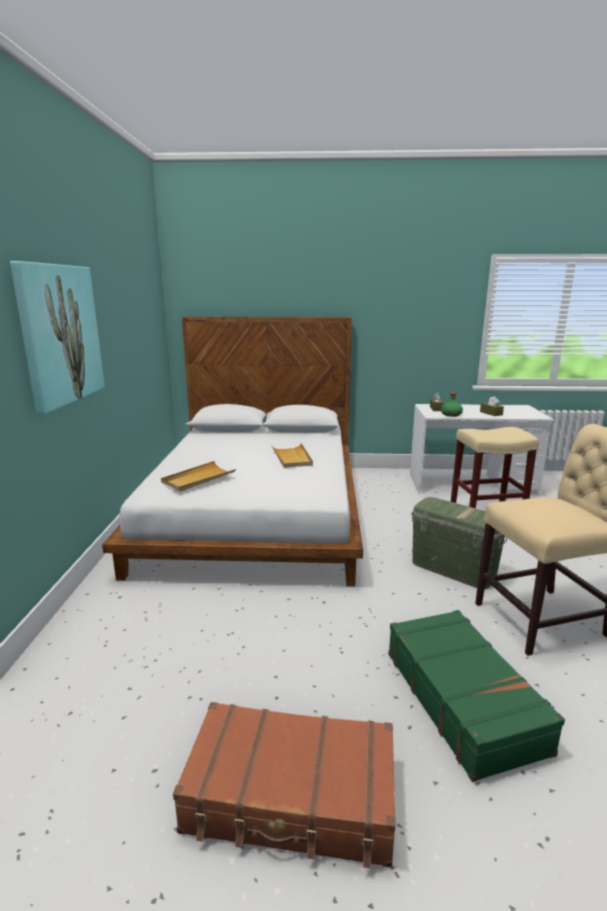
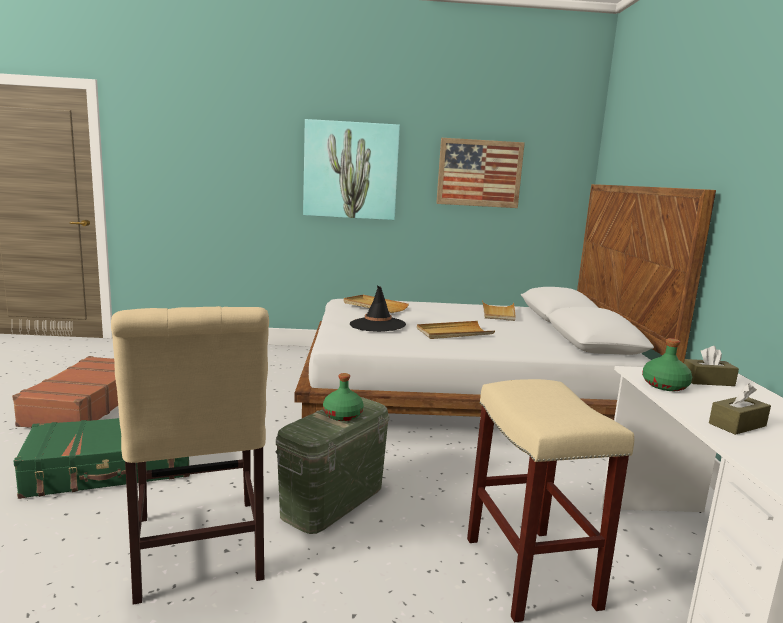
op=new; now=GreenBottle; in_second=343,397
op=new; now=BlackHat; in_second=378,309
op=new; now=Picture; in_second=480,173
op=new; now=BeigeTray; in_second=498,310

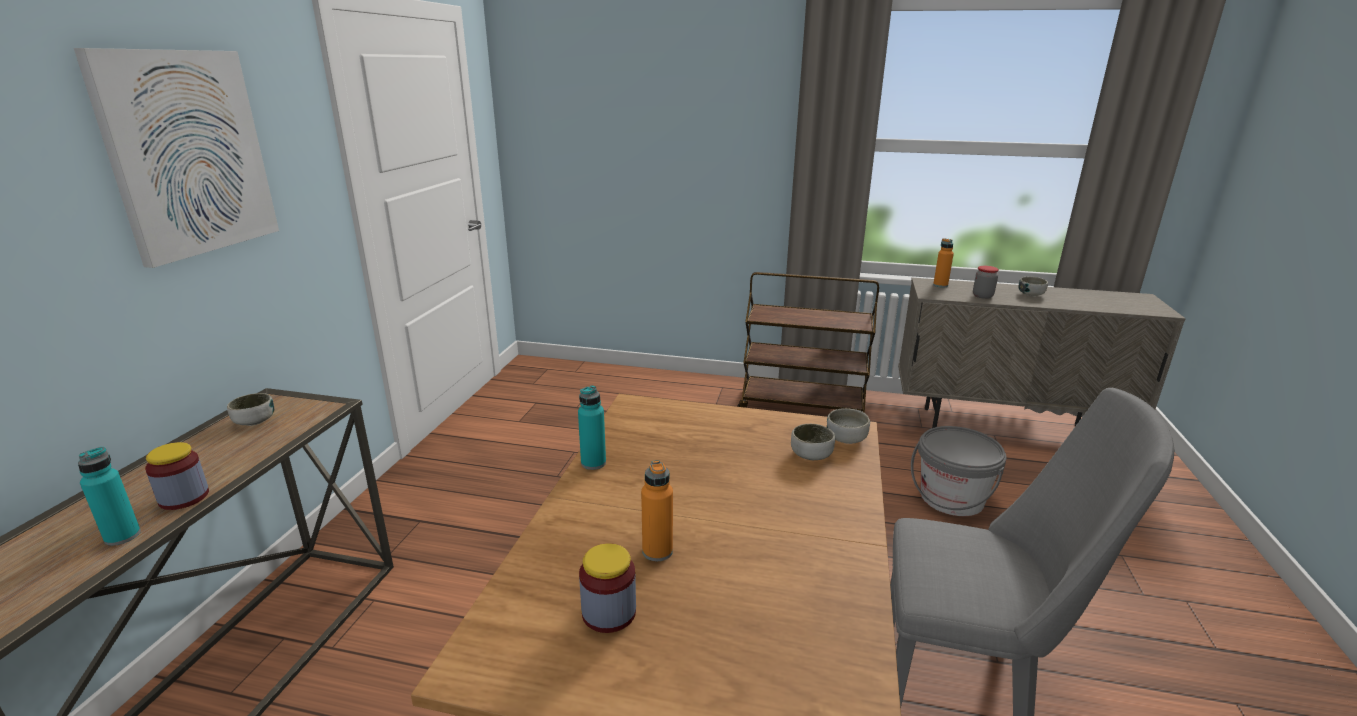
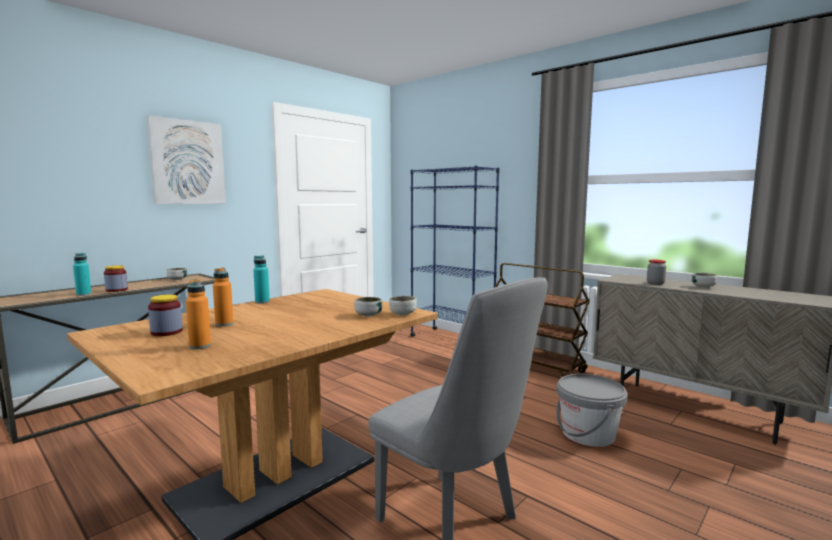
op=new; now=BlueBookcase; in_second=454,251
op=shifted; was=OrangeBottle; in_first=943,263; in_second=198,314

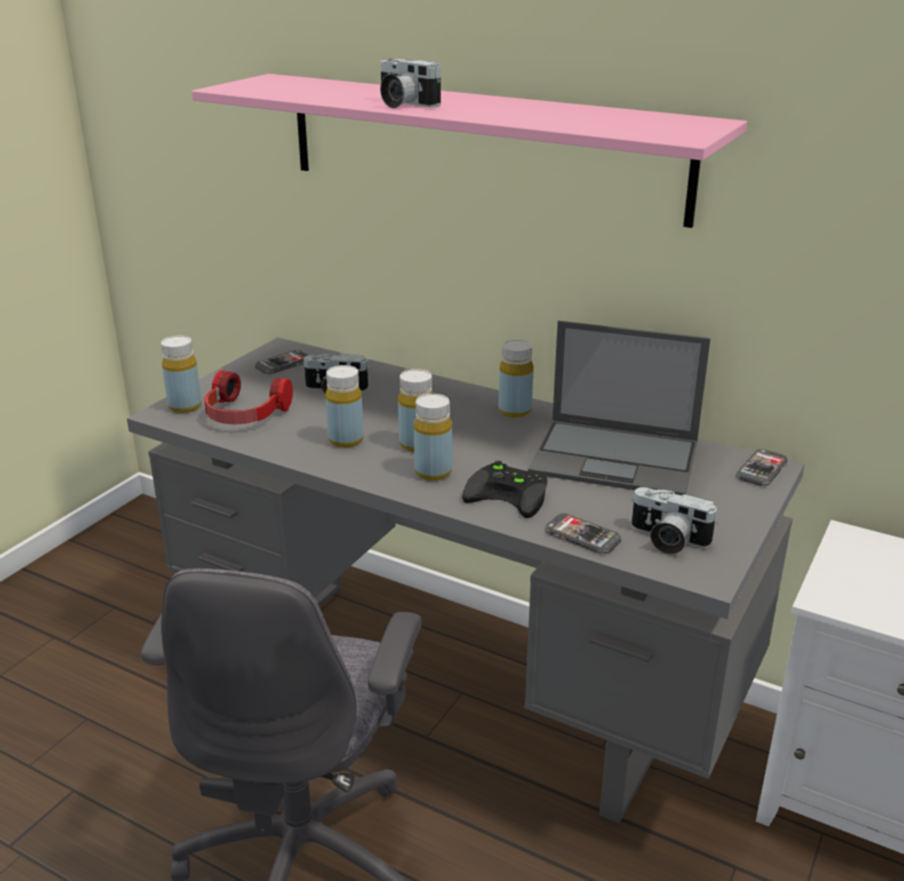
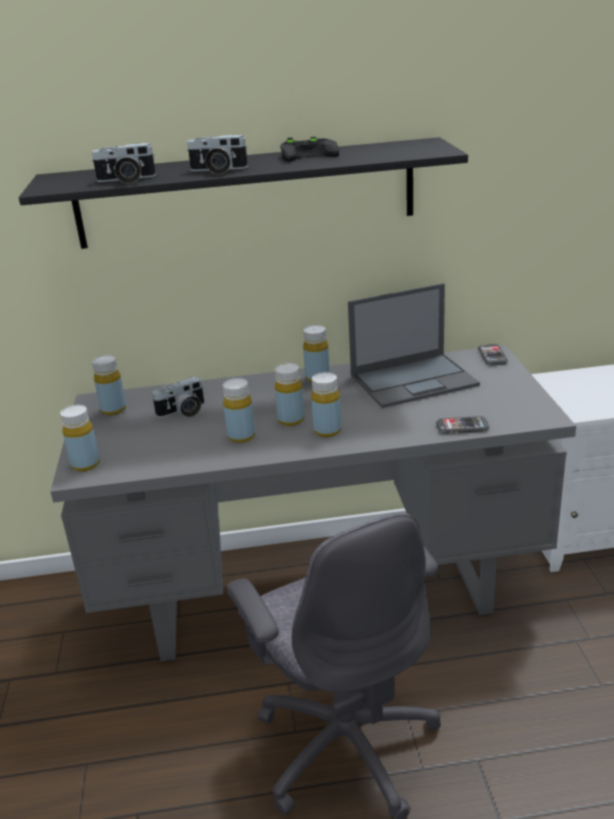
op=gone; was=Headphones; in_first=249,397
op=shifted; was=BlackGameController; in_first=504,489; in_second=309,149
op=shifted; was=PhotoCamera; in_first=674,521; in_second=123,163
op=swapped; was=Phone; now=YellowBottle; in_first=282,362; in_second=109,385
op=repainted; was=PinkShelf; now=BlackShelf; in_first=469,151; in_second=243,193

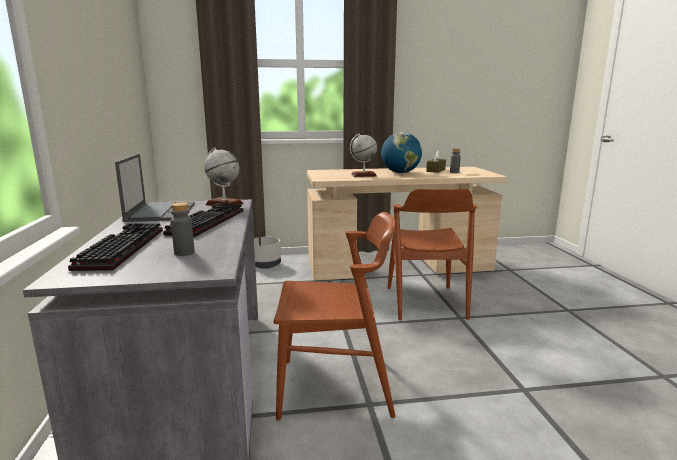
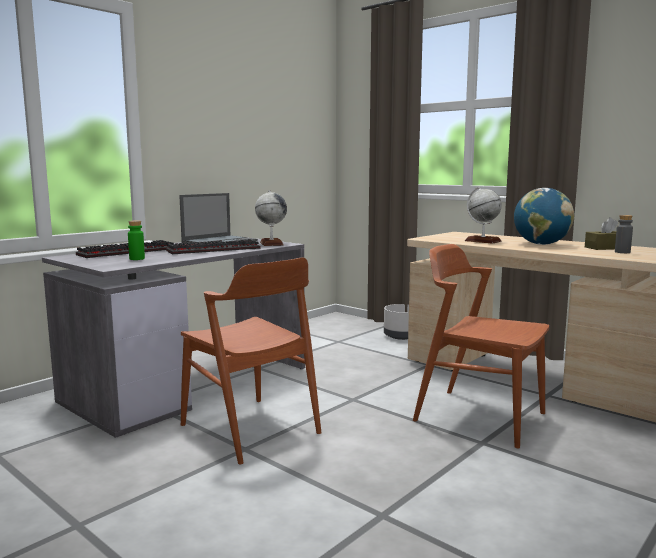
op=repainted; was=GreyBottle; now=GreenBottle; in_first=183,229; in_second=136,240
op=rotated; was=BrownChair; in_first=432,255; in_second=481,346; clockwise=75

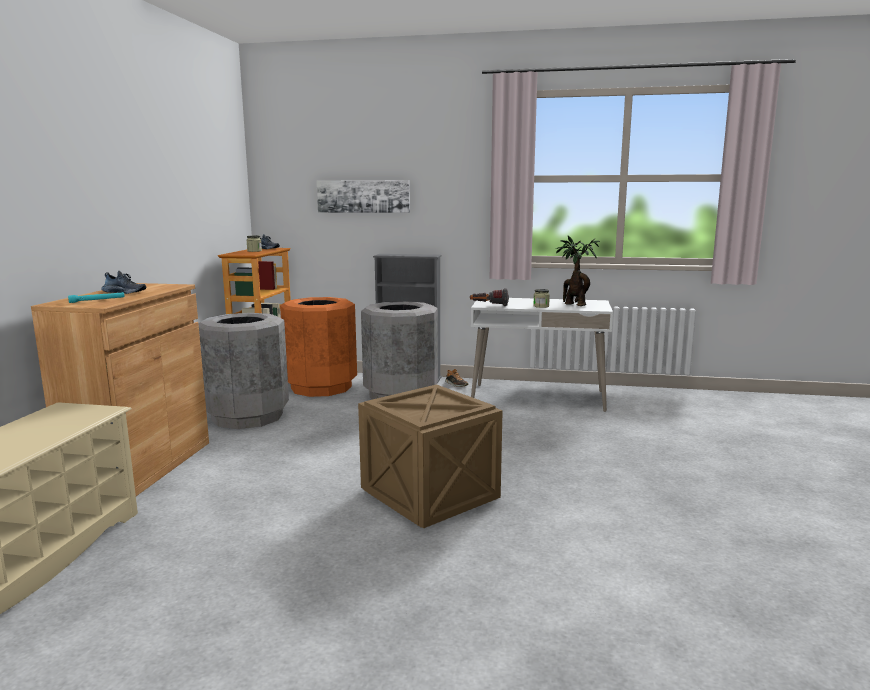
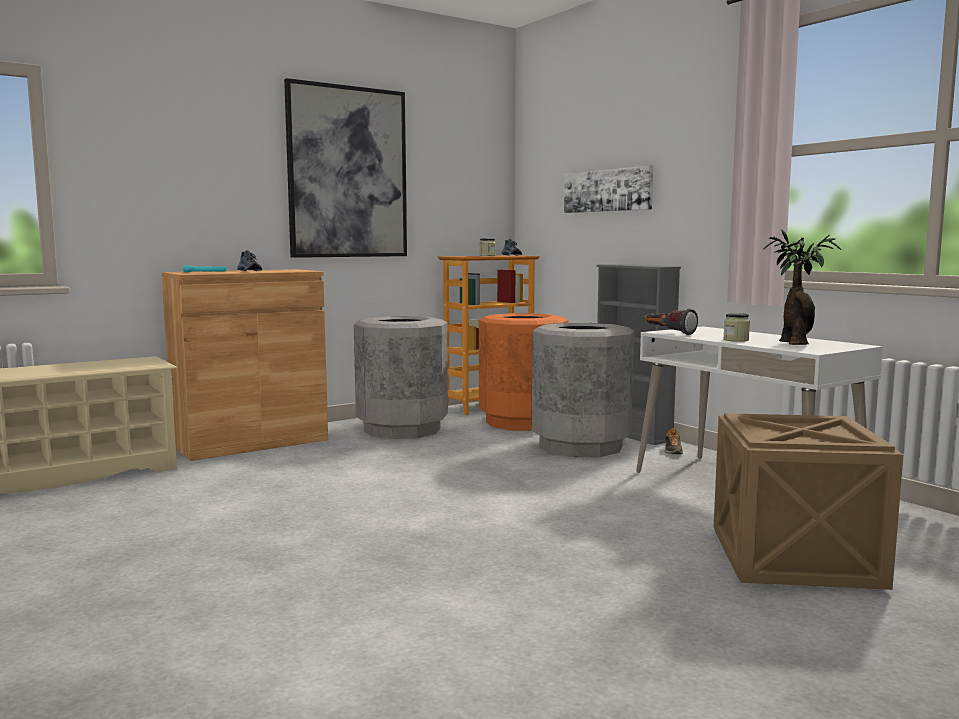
op=new; now=Picture; in_second=345,168
op=shifted; was=Crate; in_first=430,456; in_second=808,501

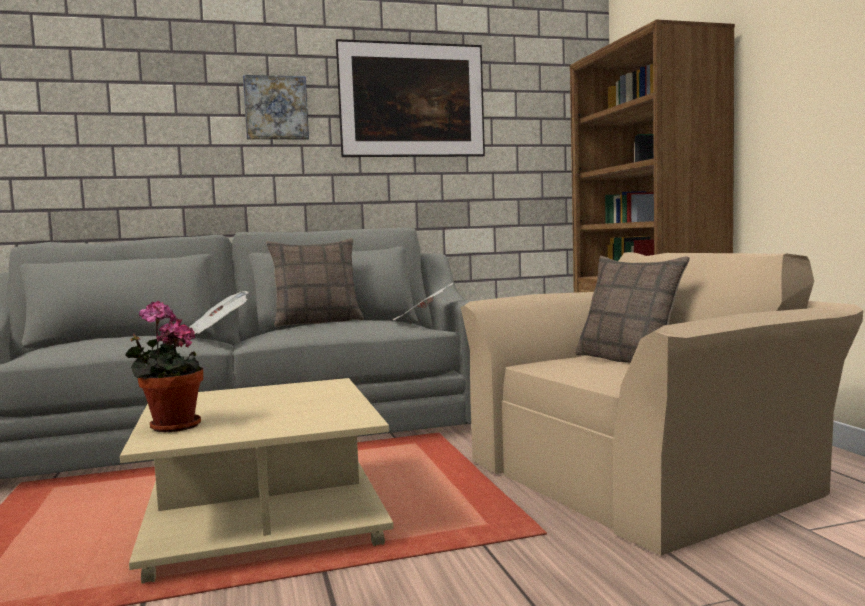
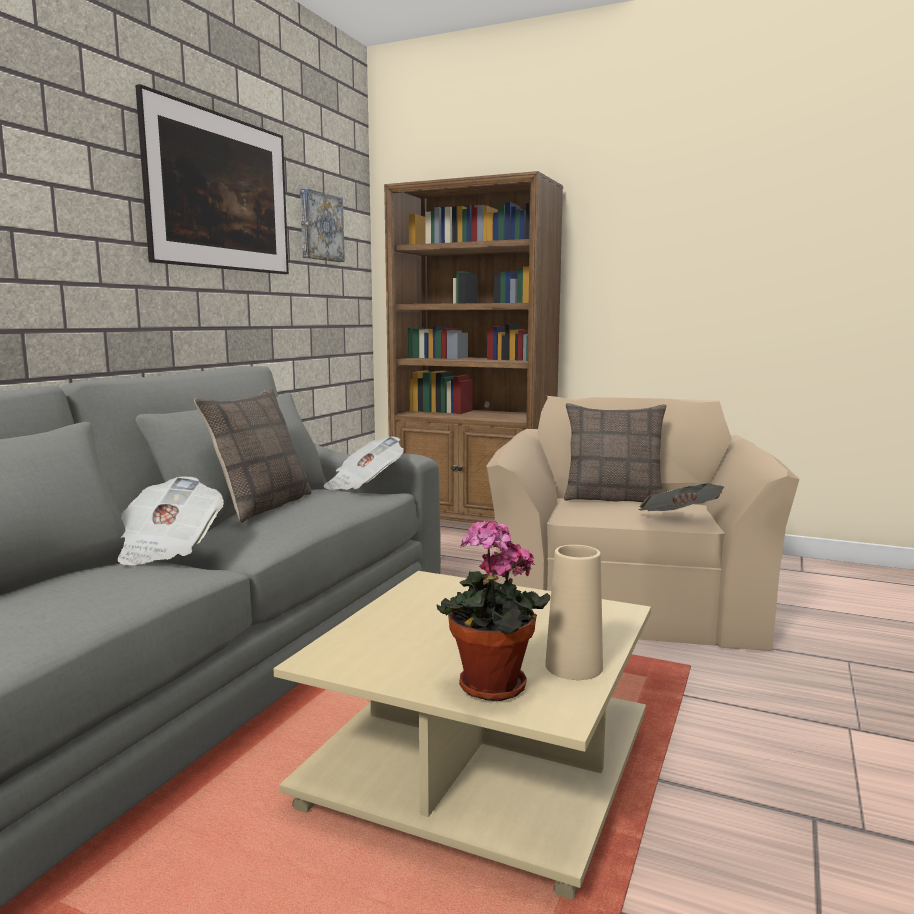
op=new; now=BeigeVase; in_second=574,612
op=new; now=Newspaper; in_second=681,497
op=shifted; was=Picture; in_first=276,107; in_second=322,225

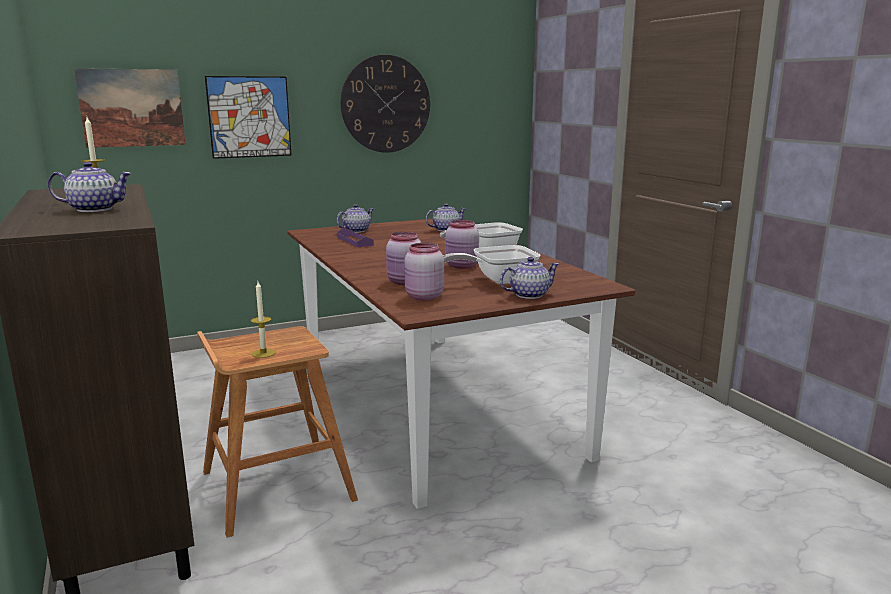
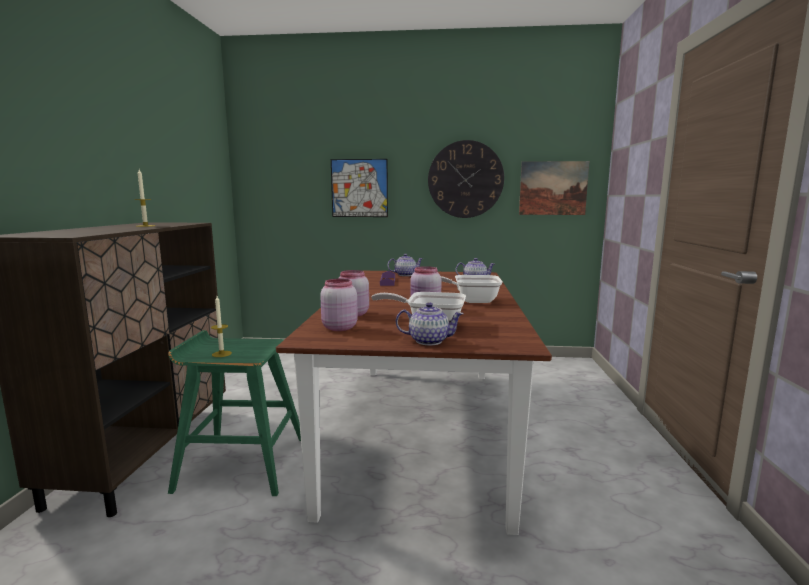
op=gone; was=Teapot; in_first=90,187
op=shifted; was=Picture; in_first=130,108; in_second=554,188
op=repainted; was=BrownStool; now=GreenStool; in_first=277,432; in_second=234,413

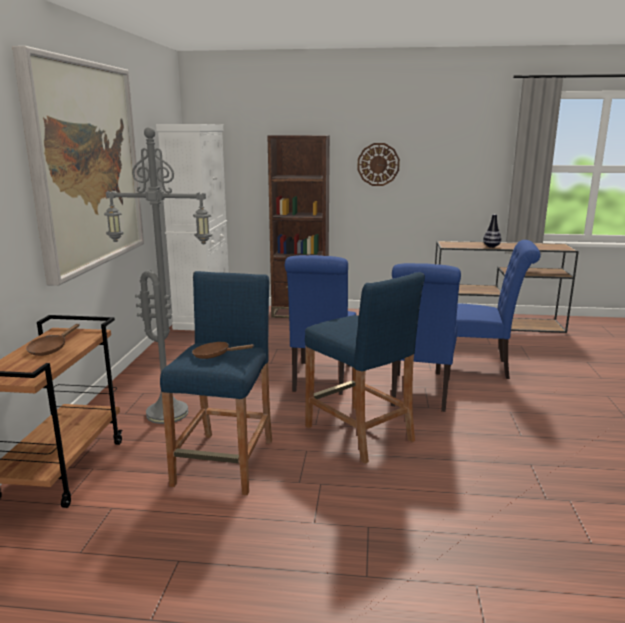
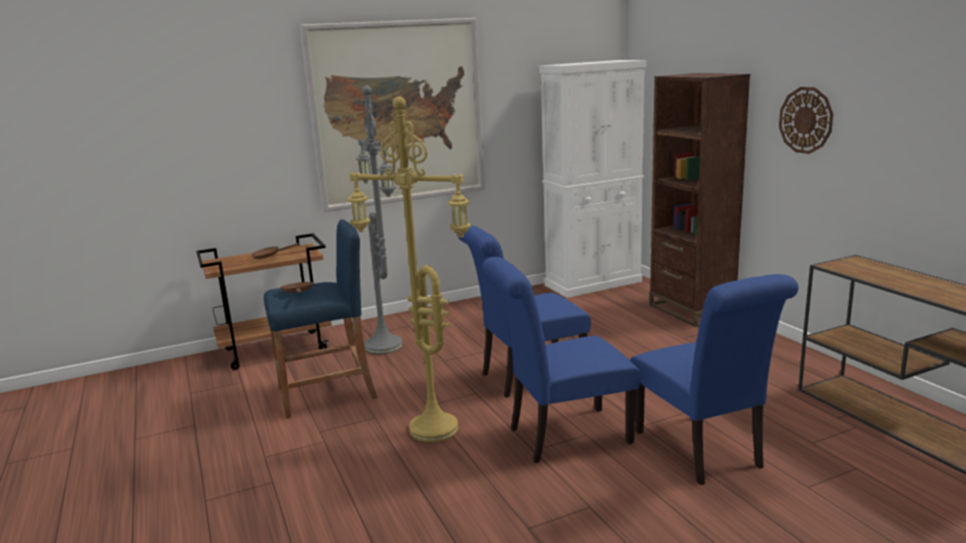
op=gone; was=Vase; in_first=492,231
op=swapped; was=BlueStool; now=YellowFloorLamp; in_first=365,368; in_second=409,269

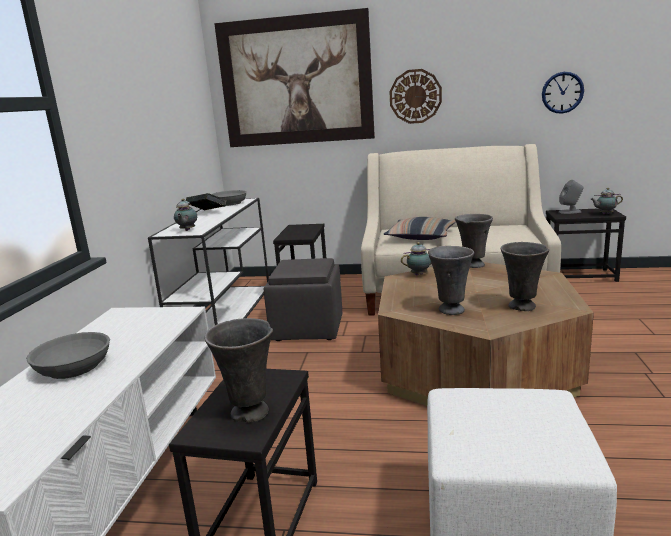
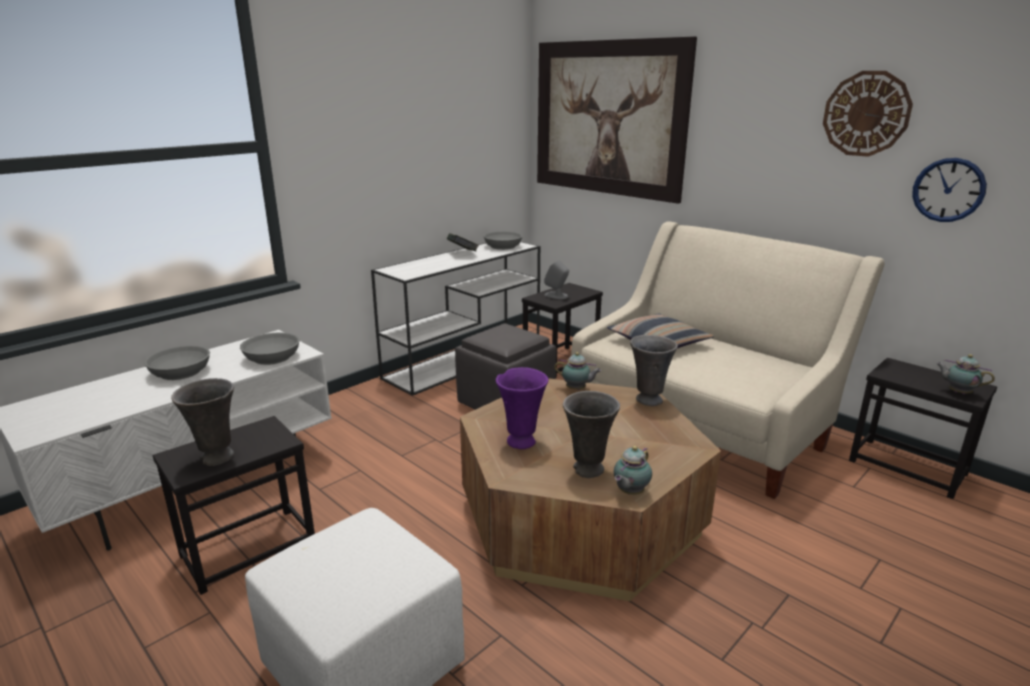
op=new; now=GreyBowl; in_second=270,349
op=shifted; was=Teapot; in_first=185,215; in_second=633,470
op=shifted; was=WallClock; in_first=415,96; in_second=868,114
op=shifted; was=GreySpeaker; in_first=571,197; in_second=556,279
op=repainted; was=GreyVase; now=PurpleVase; in_first=451,280; in_second=522,408

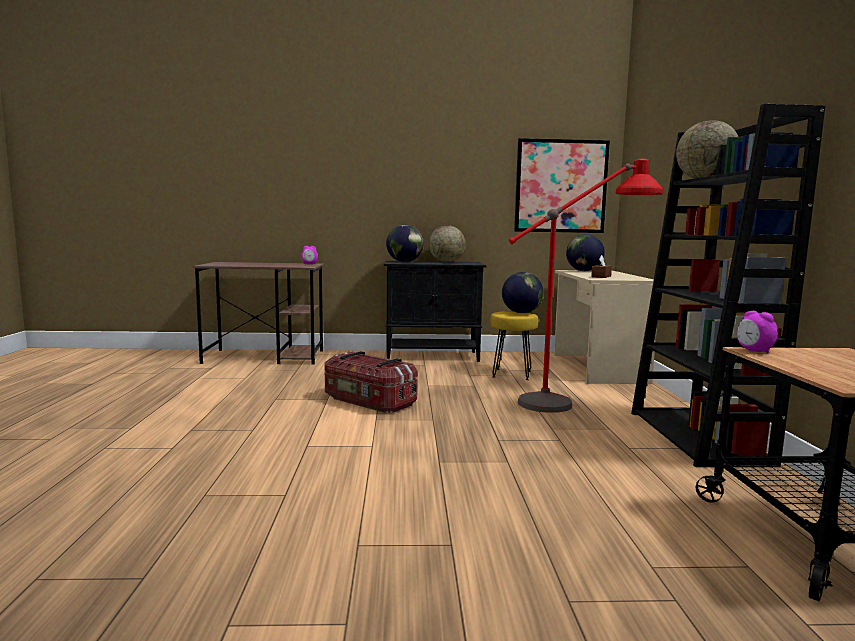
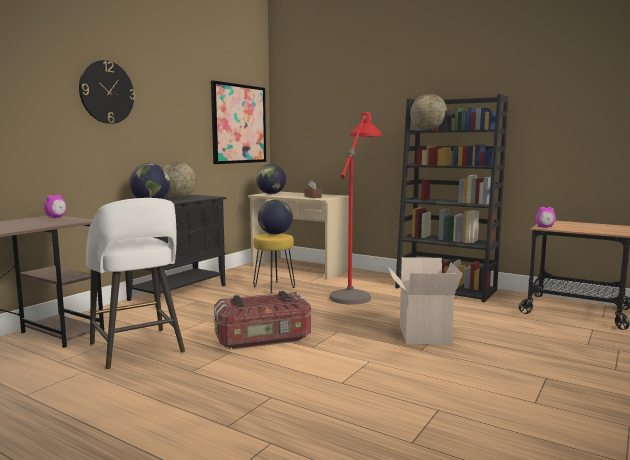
op=new; now=WallClock; in_second=107,92
op=new; now=WhiteStool; in_second=135,284
op=new; now=CardboardBox; in_second=425,301

